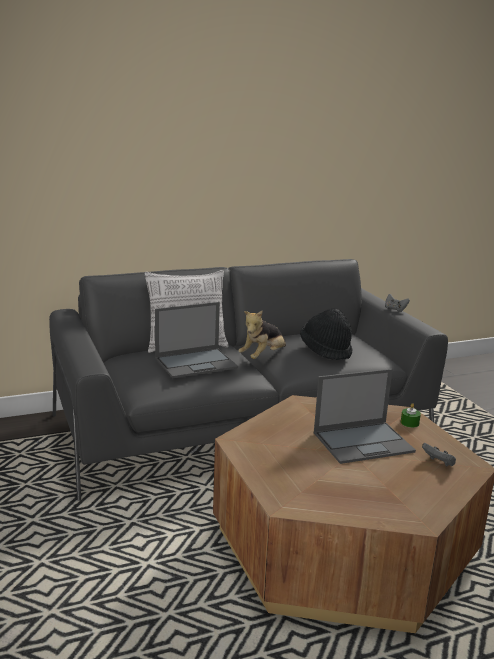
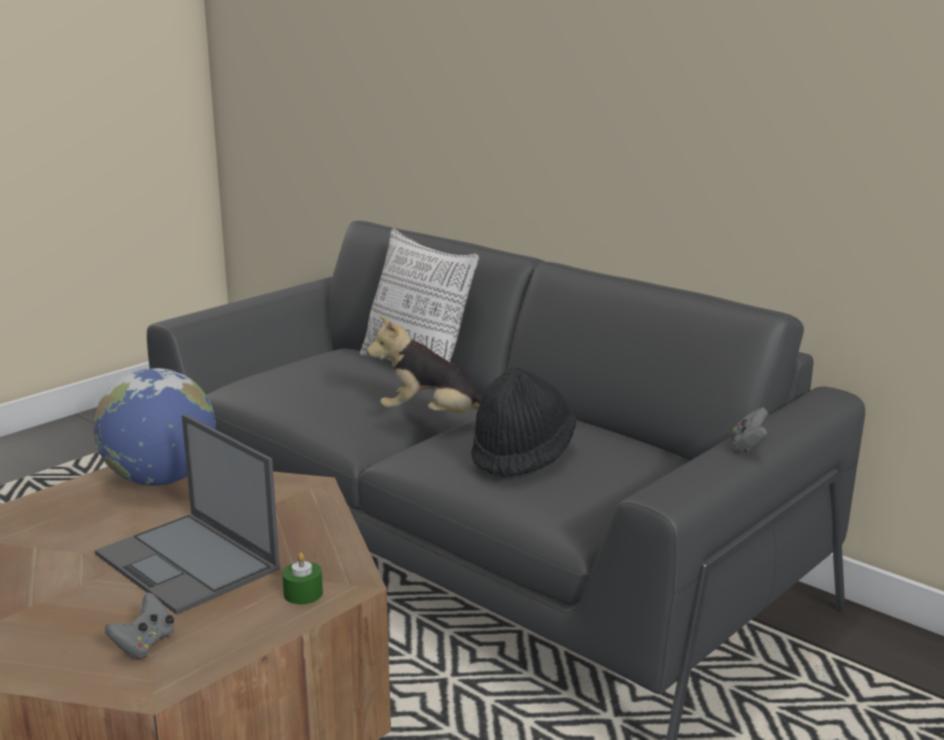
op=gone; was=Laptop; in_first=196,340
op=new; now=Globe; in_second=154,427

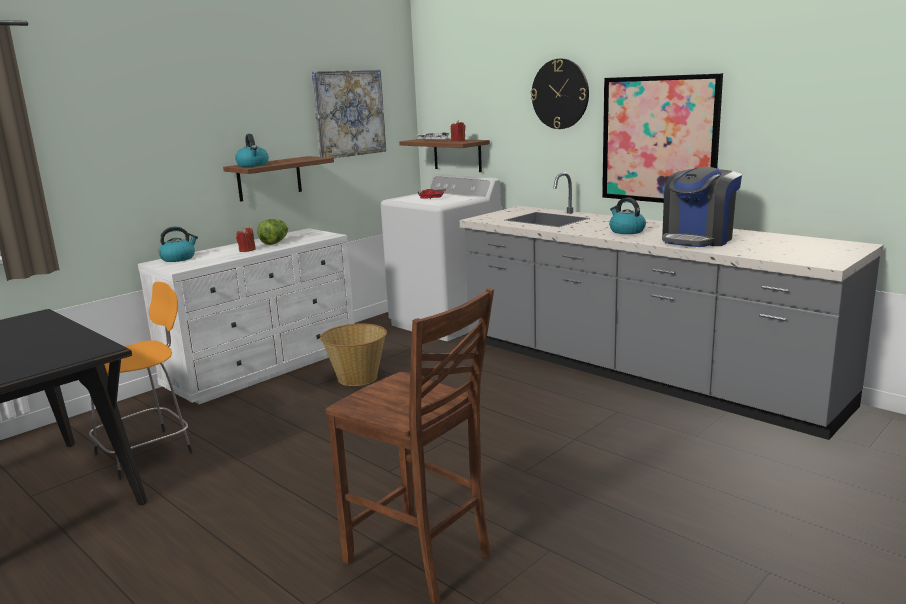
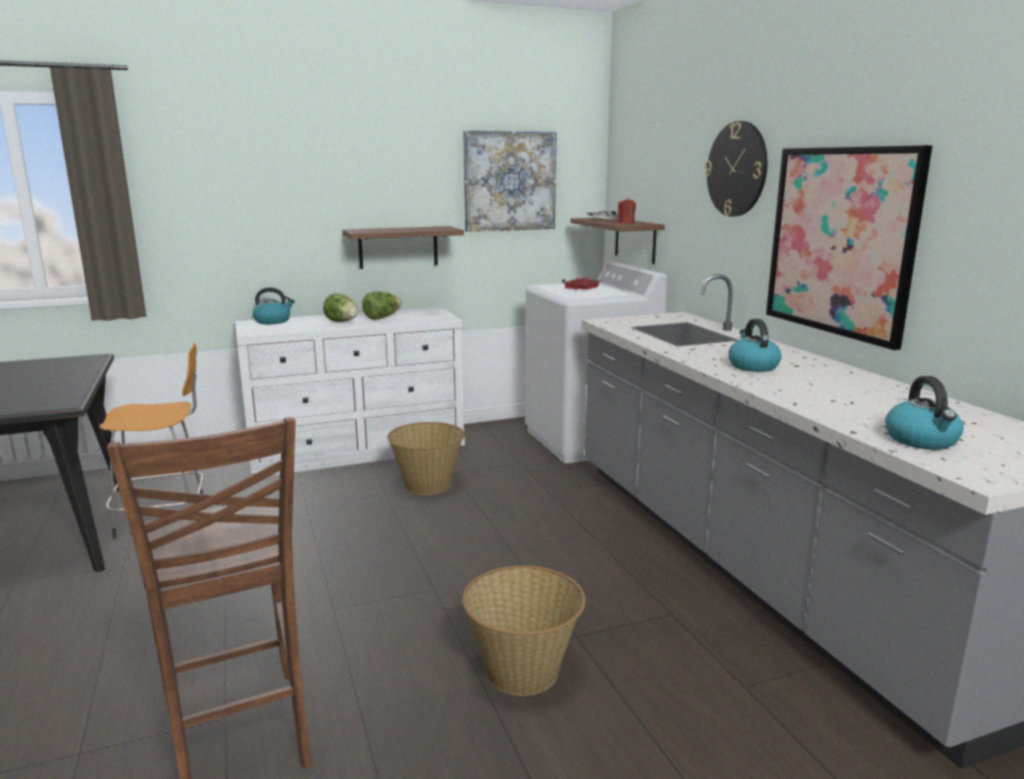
op=gone; was=CoffeeMachine; in_first=702,207
op=new; now=Basket; in_second=524,630
op=shifted; was=Kettle; in_first=252,150; in_second=924,413
op=swapped; was=RedCandle; now=Lettuce; in_first=246,239; in_second=340,307

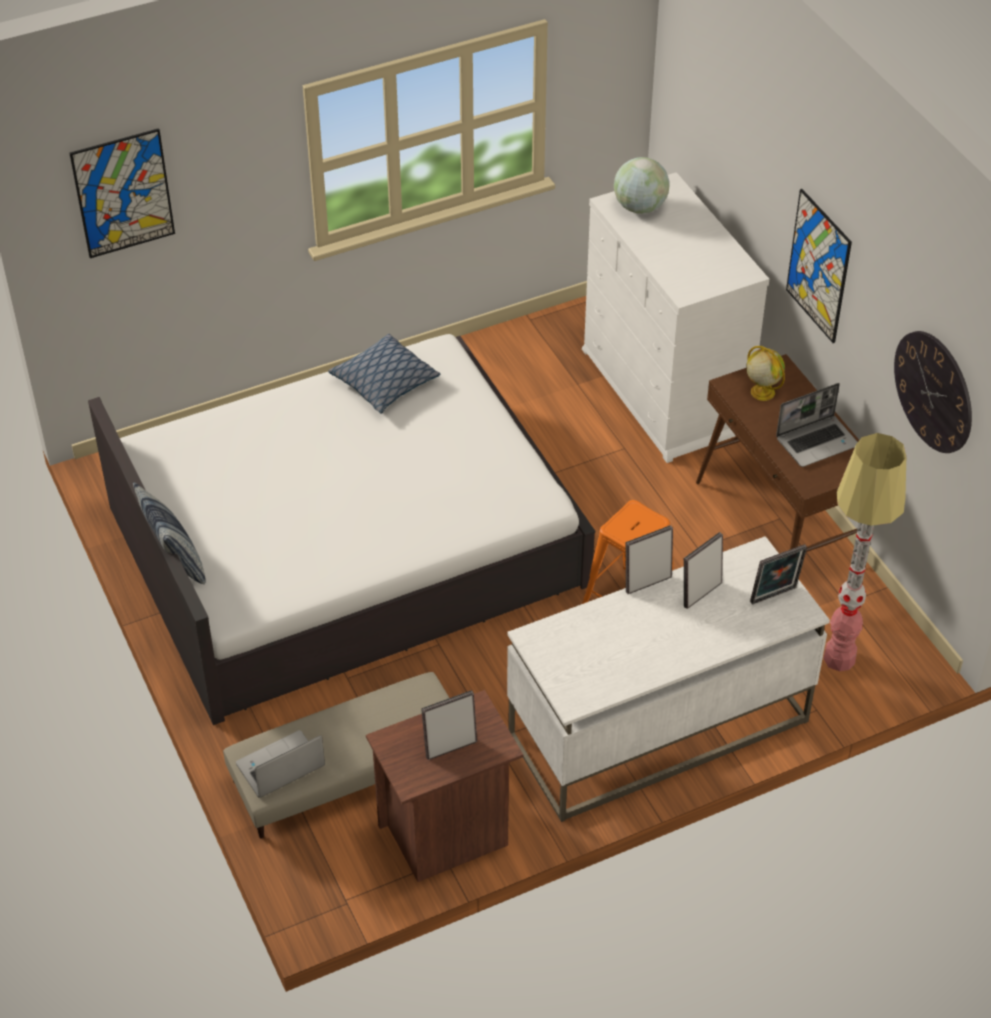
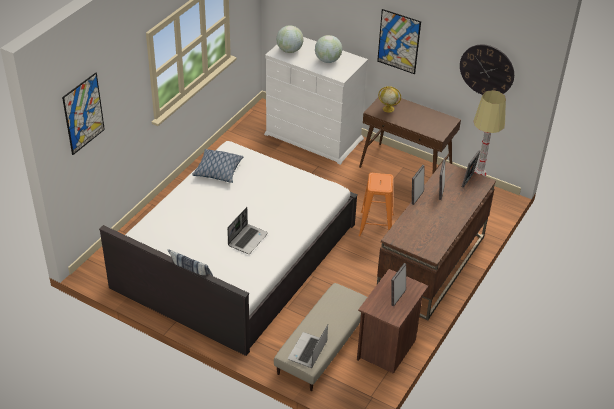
op=new; now=Globe; in_second=328,49
op=shifted; was=Laptop; in_first=816,425; in_second=247,230
op=repainted; was=WhiteDesk; now=BrownDesk; in_first=668,679; in_second=436,241

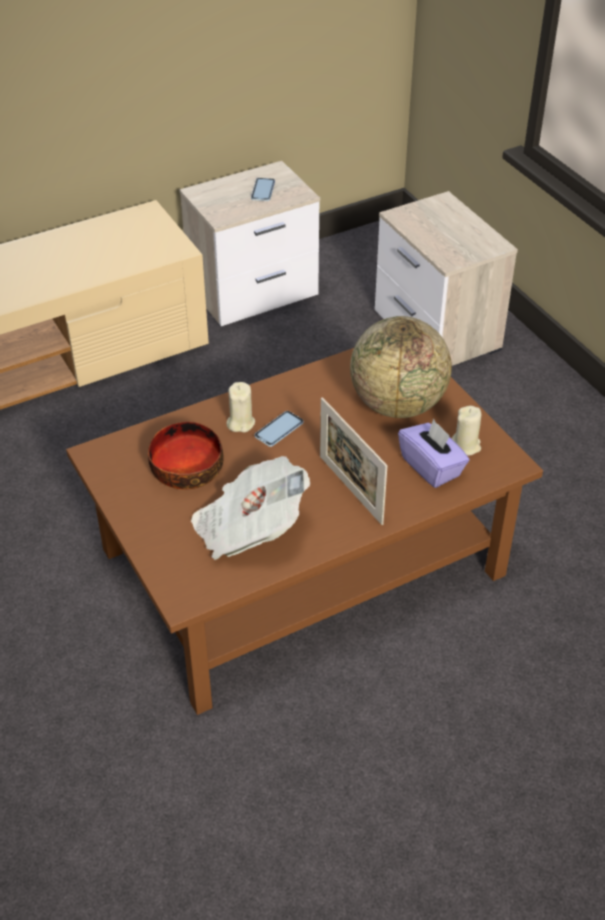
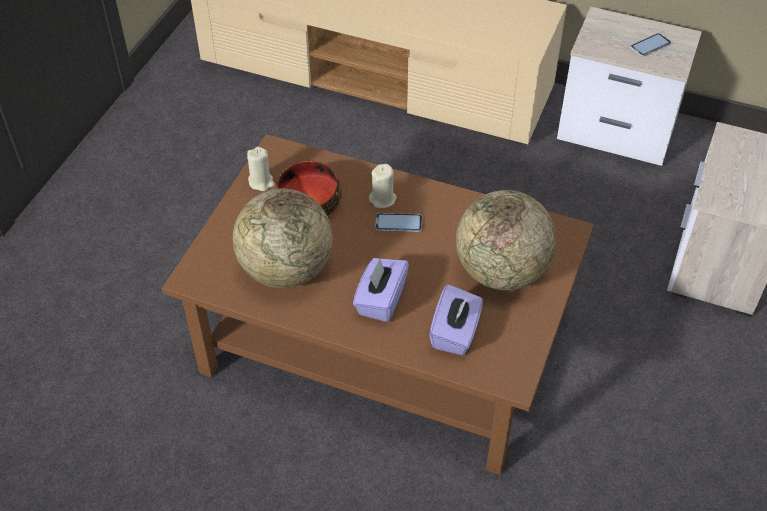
op=shifted; was=BeigeCandle; in_first=466,431; in_second=261,169
op=swapped; was=Newspaper; now=Globe; in_first=250,508; in_second=283,238
op=swapped; was=PictureFrame; now=PurpleTissueBox; in_first=354,461; in_second=381,290

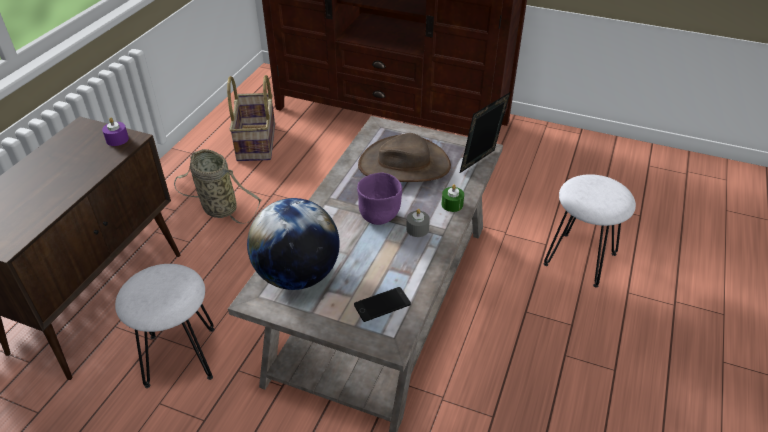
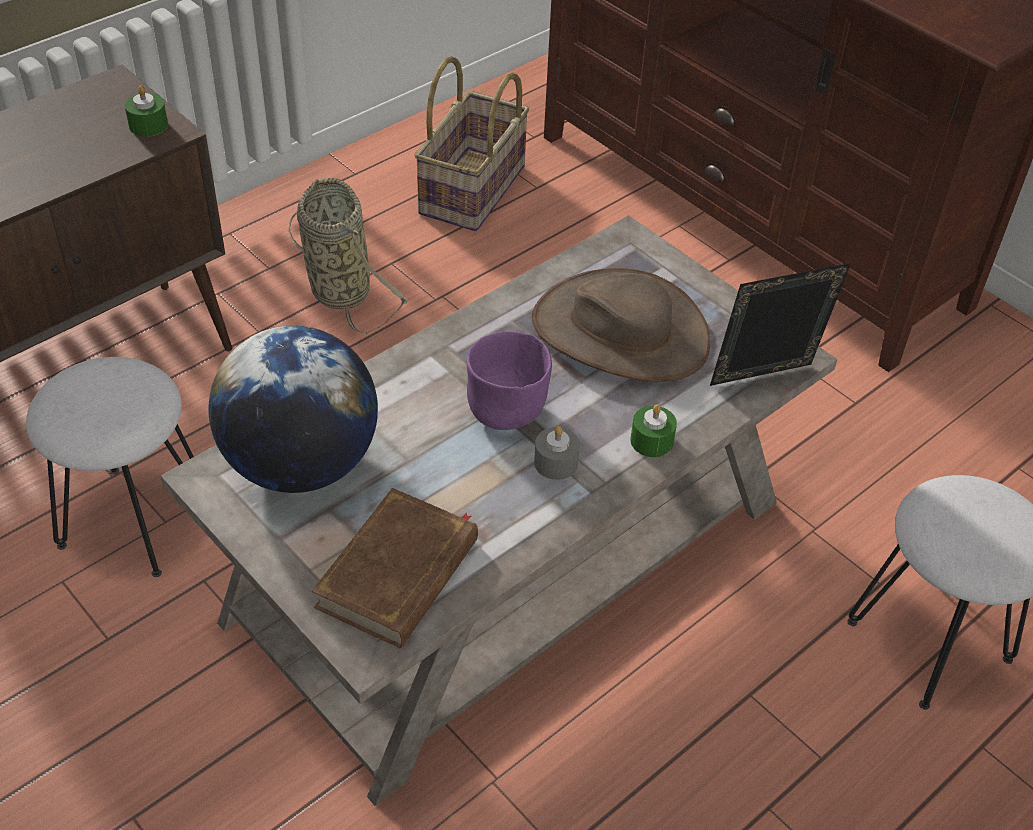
op=swapped; was=Phone; now=BrownBook; in_first=382,304; in_second=395,568
op=repainted; was=PurpleCandle; now=GreenCandle; in_first=115,132; in_second=146,111

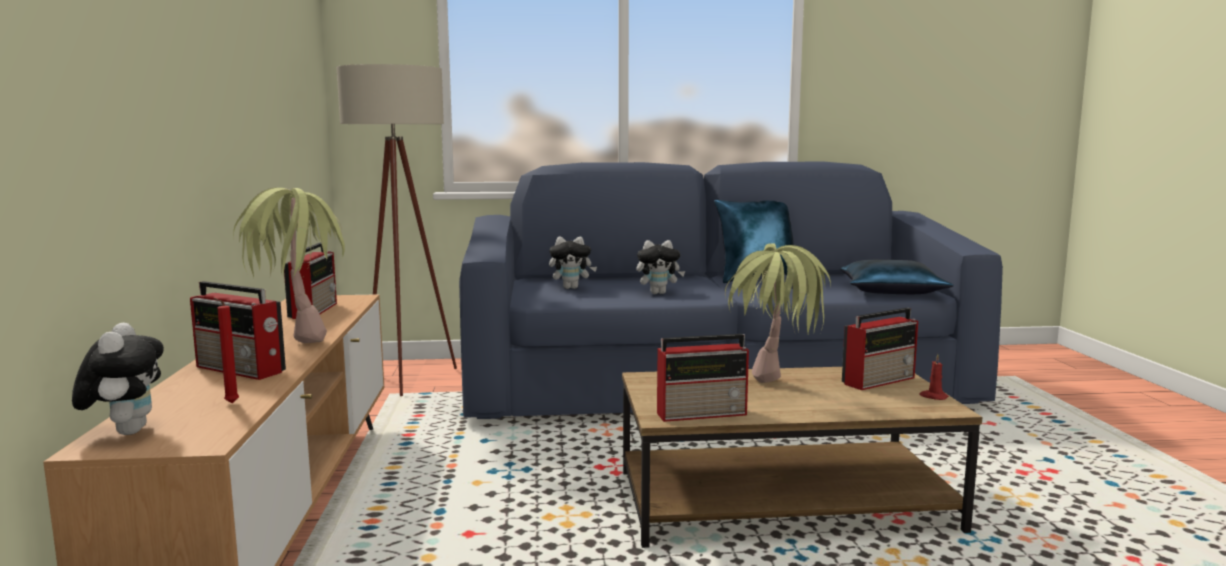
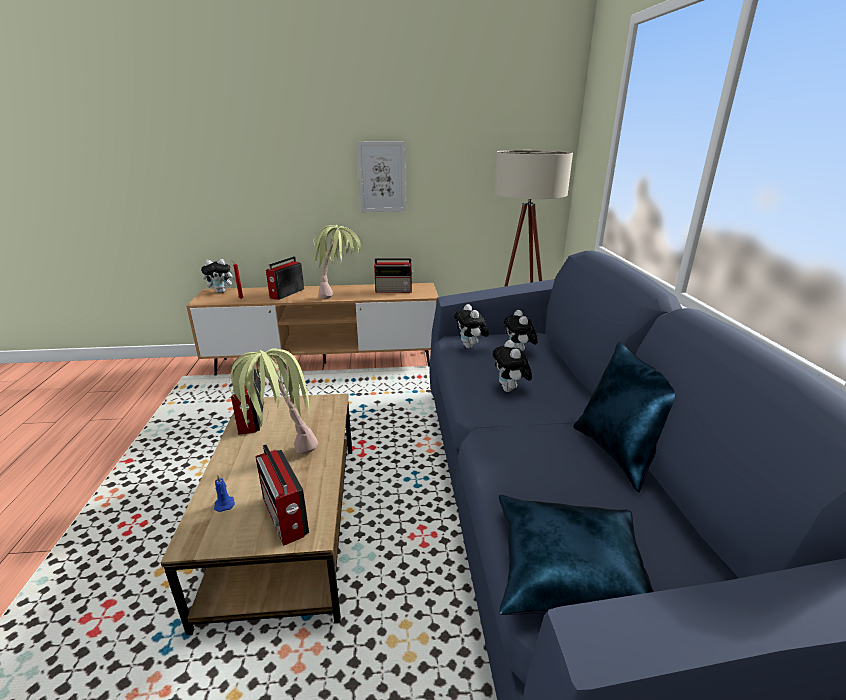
op=gone; was=RedCandle; in_first=934,377
op=new; now=BlueCandle; in_second=224,493
op=new; now=Picture; in_second=381,176
op=new; now=PlushToy; in_second=471,326

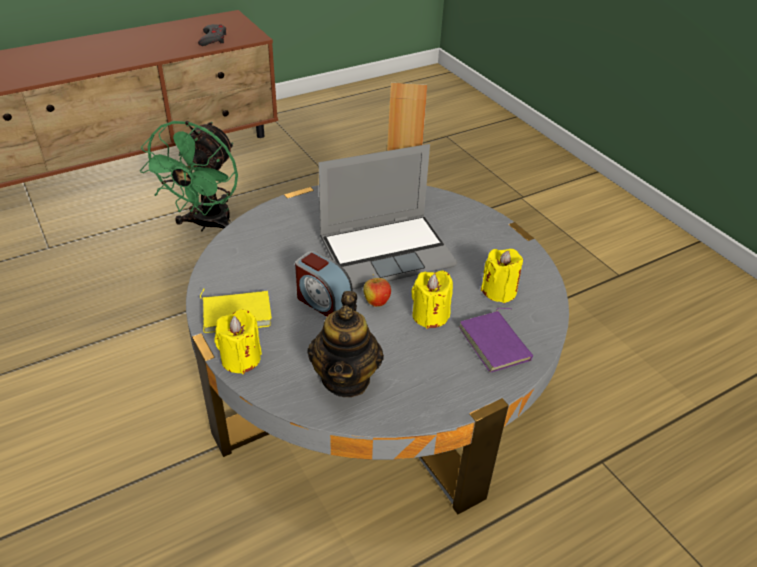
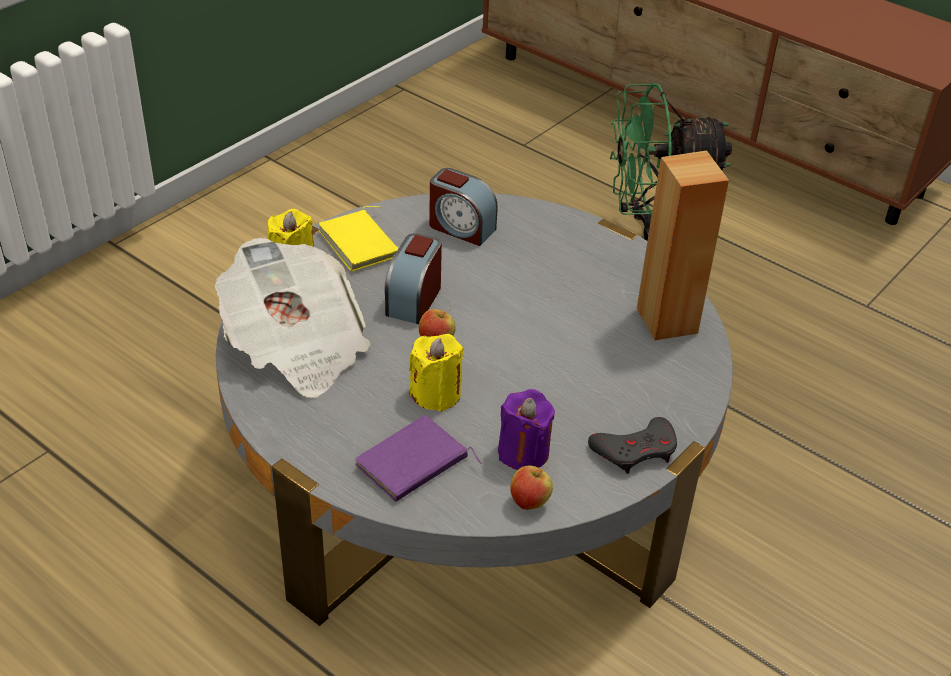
op=gone; was=Laptop; in_first=387,216
op=new; now=AlarmClock; in_second=463,207
op=new; now=Apple; in_second=531,488
op=shifted; was=GreyGameController; in_first=212,35; in_second=632,445
op=swapped; was=Teapot; now=Newspaper; in_first=345,344; in_second=292,317
op=repainted; was=YellowCandle; now=PurpleCandle; in_first=502,276; in_second=526,429

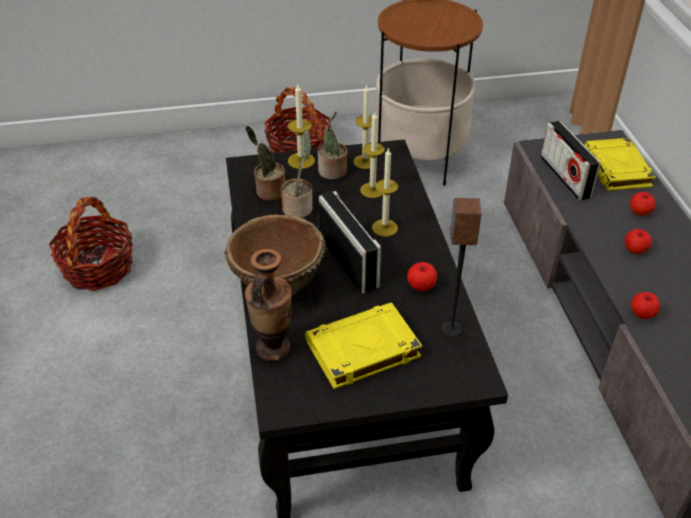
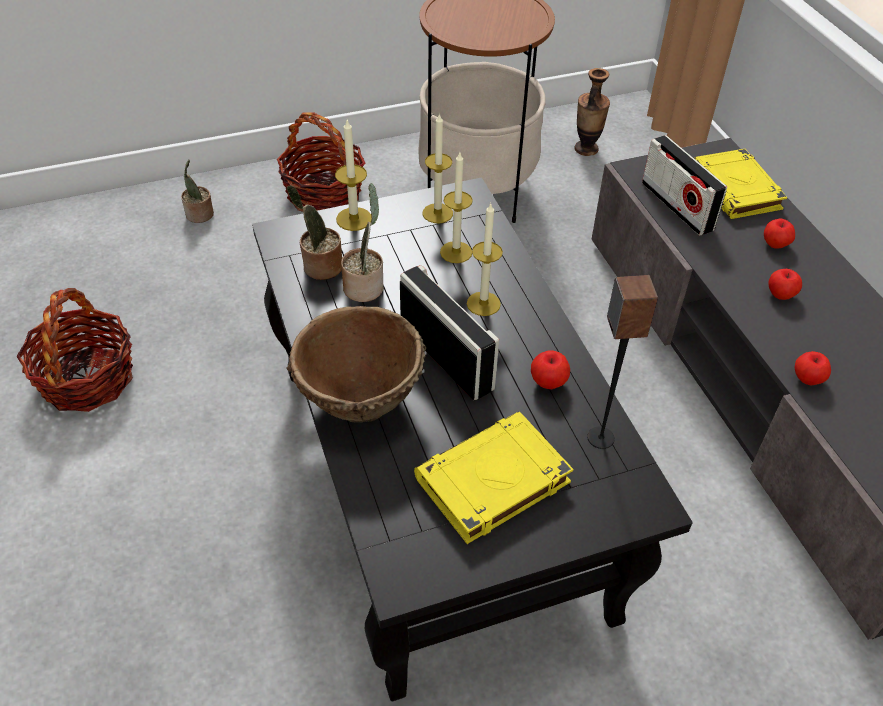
op=shifted; was=Vase; in_first=268,305; in_second=592,112
op=shifted; was=PottedPlant; in_first=332,145; in_second=197,191

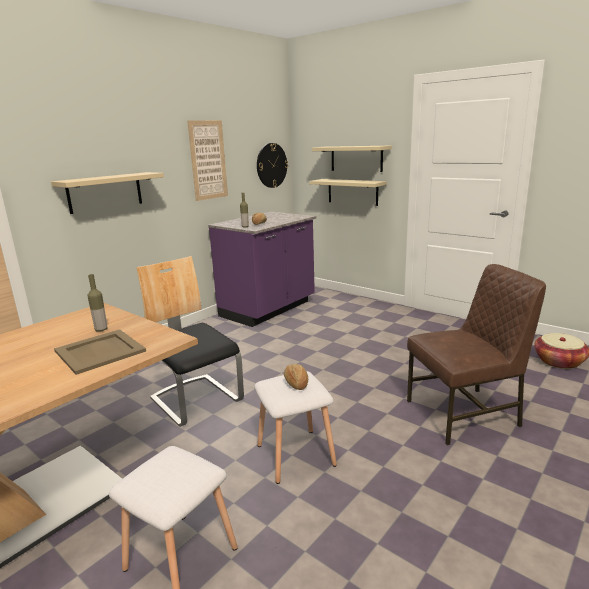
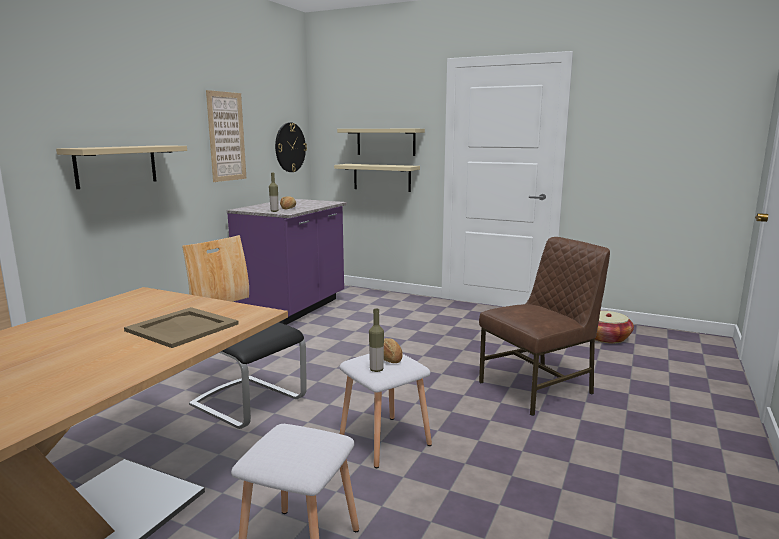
op=shifted; was=Bottle; in_first=97,303; in_second=376,340

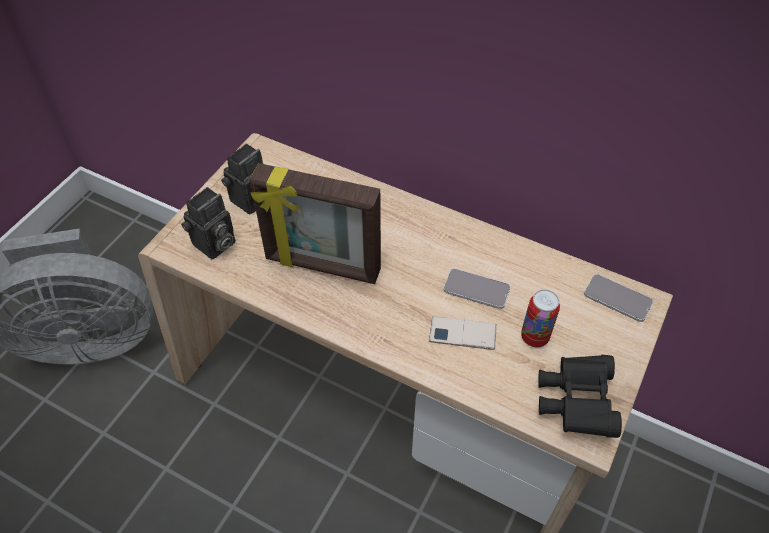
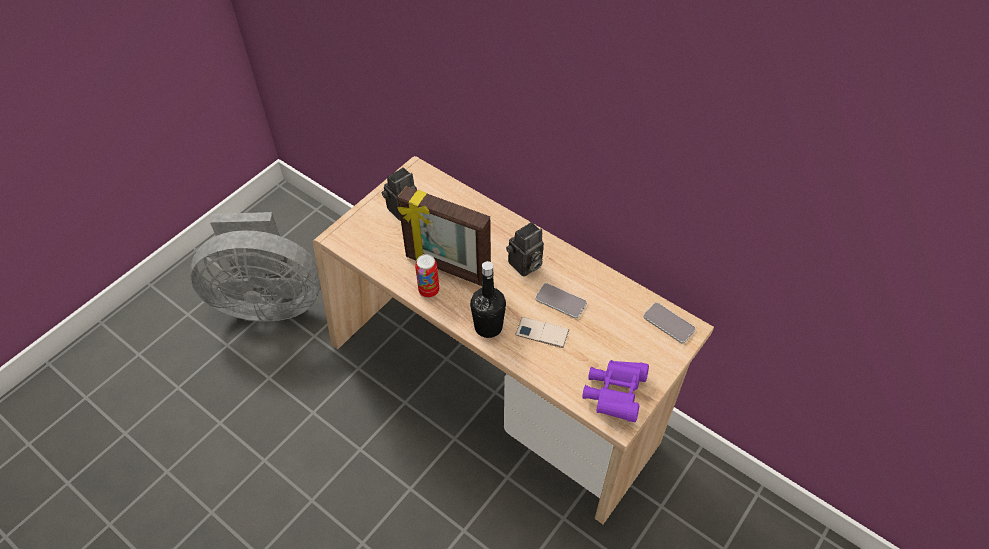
op=new; now=BlackBottle; in_second=488,299
op=shifted; was=PhotoCamera; in_first=208,223; in_second=525,249
op=shifted; was=Can; in_first=540,318; in_second=427,276
op=repainted; was=BlackBinoculars; now=PurpleBinoculars; in_first=580,396; in_second=615,391

